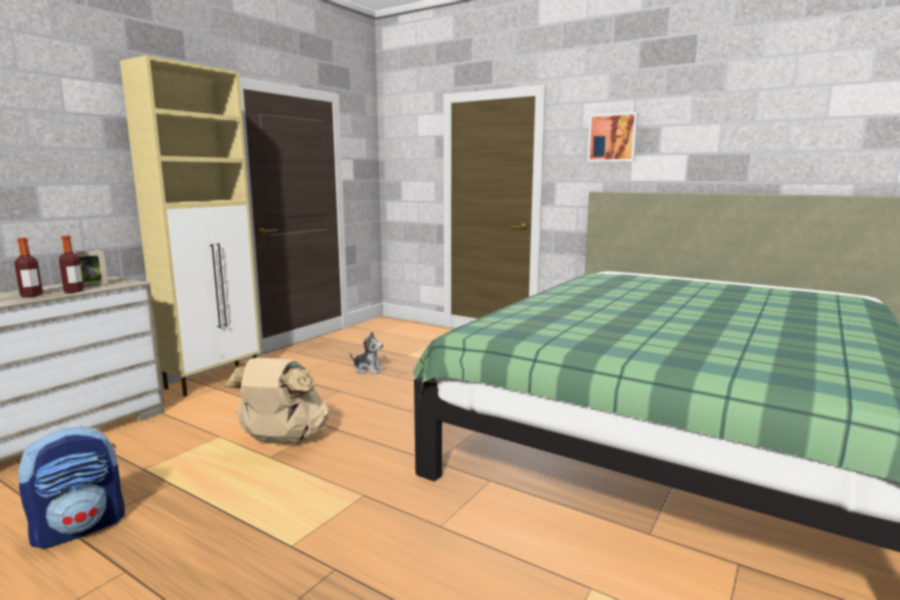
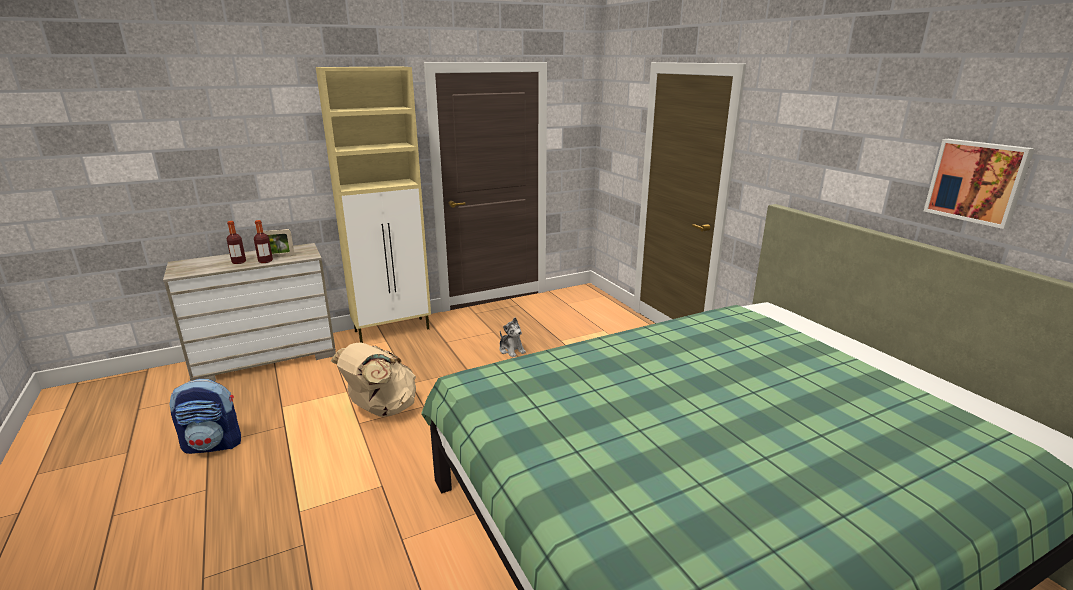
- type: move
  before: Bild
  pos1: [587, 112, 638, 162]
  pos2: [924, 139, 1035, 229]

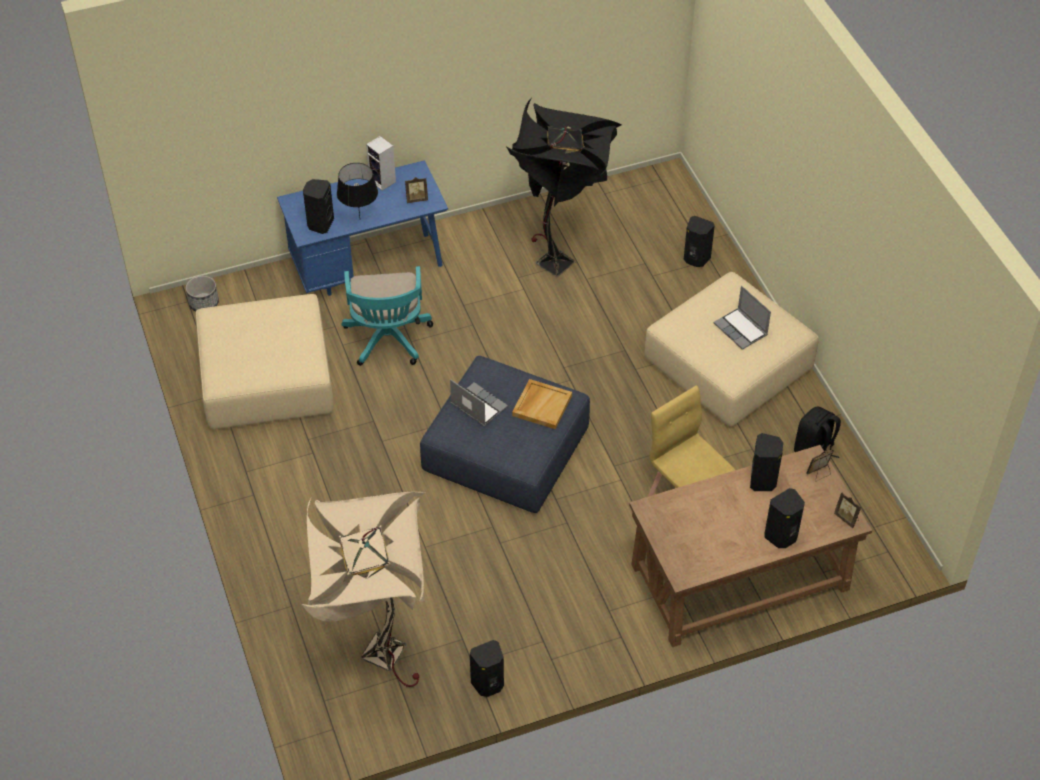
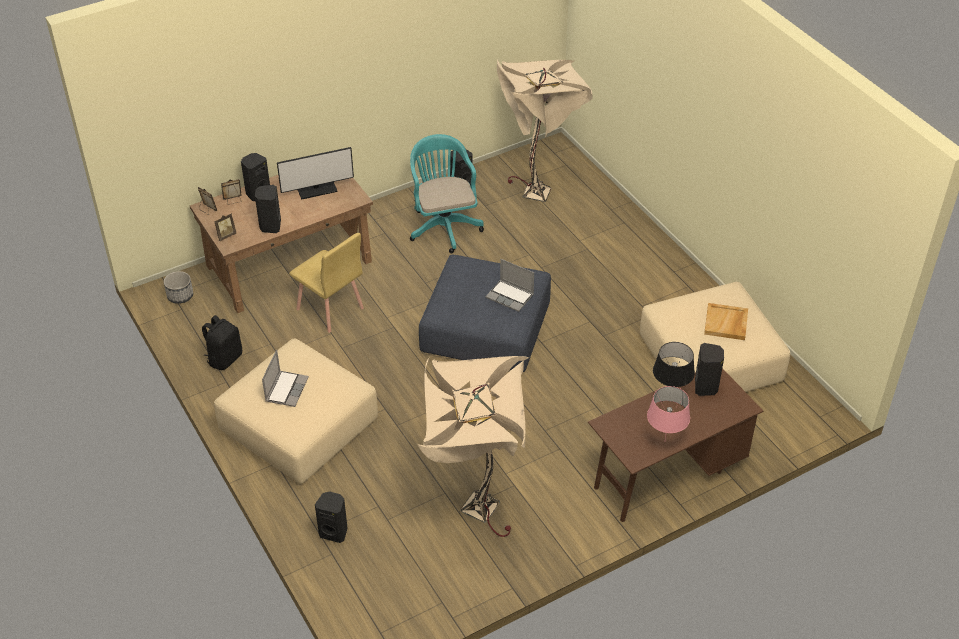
- type: move
  before: Pflanzkübel
  pos1: [186, 276, 219, 311]
  pos2: [164, 271, 193, 304]
- type: recolor
  before: Schreibtisch (blau)
  after: Schreibtisch (braun)
  pos1: [277, 160, 448, 296]
  pos2: [588, 368, 763, 522]
- type: move
  before: Bürostuhl (türkis)
  pos1: [342, 266, 433, 366]
  pos2: [410, 134, 484, 253]
- type: replace
  before: Lautsprecher
  after: Tischlampe (rosa)
  pos1: [366, 136, 396, 190]
  pos2: [647, 386, 690, 440]
- type: move
  before: Bilderrahmen
  pos1: [405, 177, 428, 203]
  pos2: [221, 179, 242, 205]
- type: recolor
  before: Stehlampe (schwarz)
  after: Stehlampe (beige)
  pos1: [507, 98, 622, 276]
  pos2: [417, 356, 529, 537]
- type: move
  before: Tablett (beige)
  pos1: [512, 379, 572, 429]
  pos2: [704, 303, 748, 340]
- type: rotate
  before: Laptop
  pos1: [714, 286, 771, 350]
  pos2: [262, 350, 309, 407]
  turn: 60
- type: insert
  after: Monitor
  pos2: [277, 147, 354, 200]

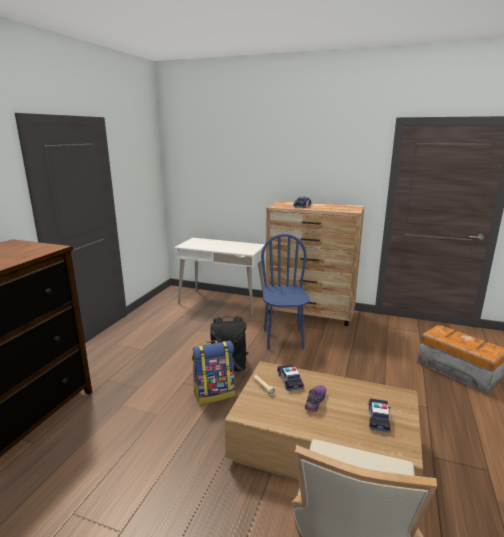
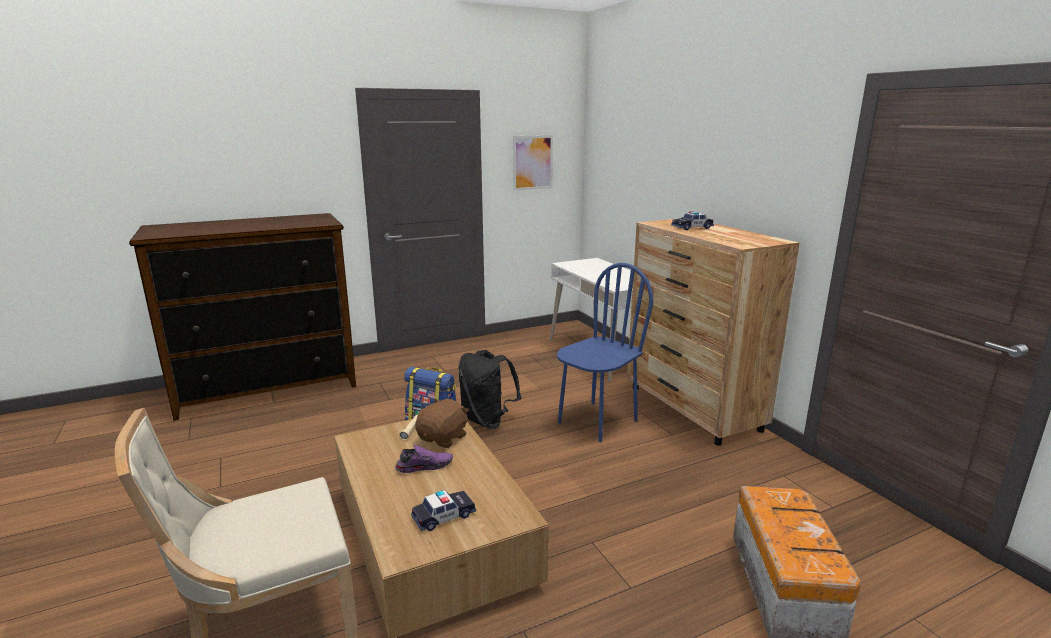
- type: replace
  before: Spielzeugauto
  after: Plüschtier (braun)
  pos1: [277, 364, 304, 391]
  pos2: [415, 399, 469, 448]
- type: insert
  after: Bild
  pos2: [513, 135, 553, 190]

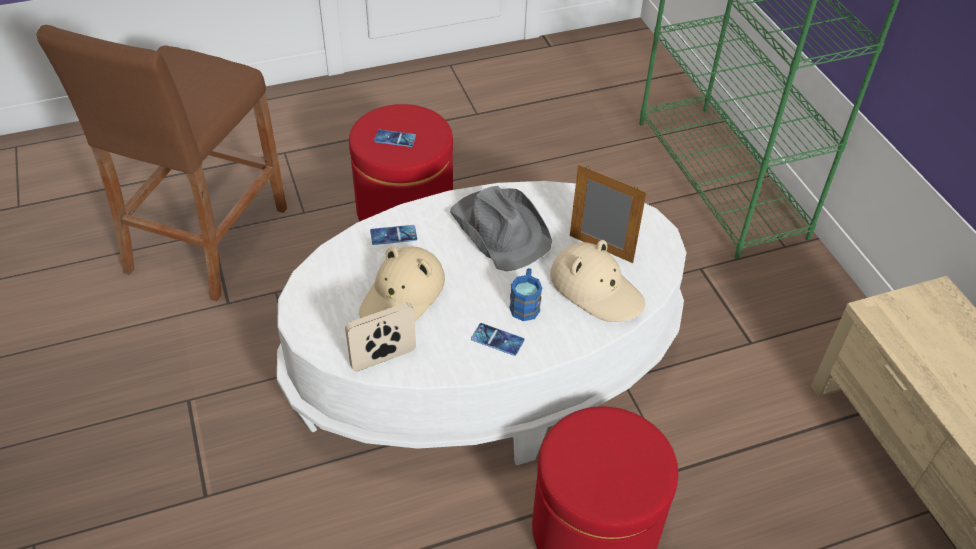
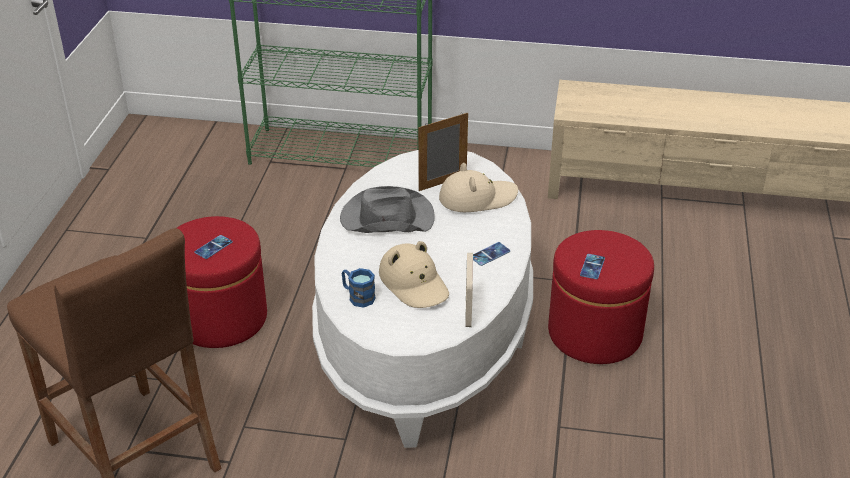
- type: move
  before: Handy
  pos1: [370, 225, 417, 245]
  pos2: [580, 254, 605, 279]
- type: move
  before: Henkelbecher (blau)
  pos1: [509, 268, 542, 321]
  pos2: [342, 268, 376, 308]

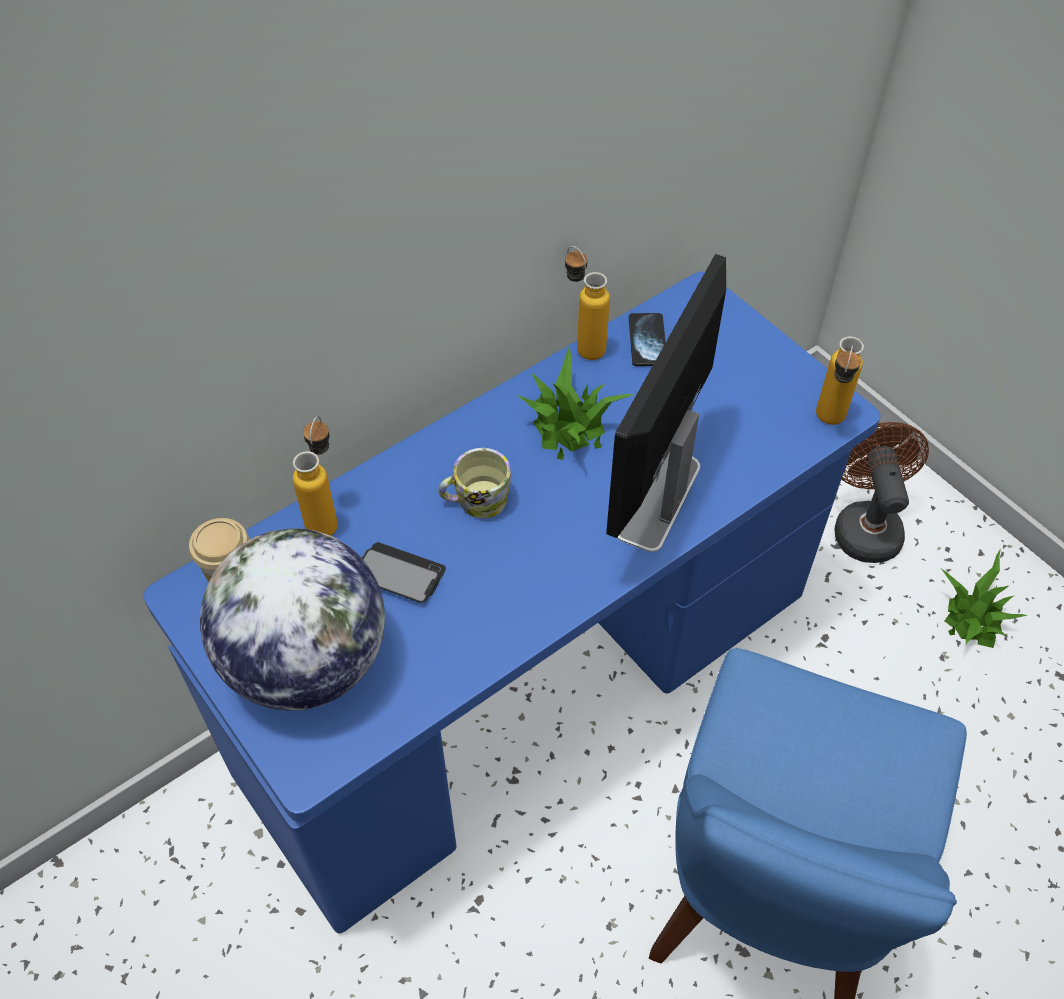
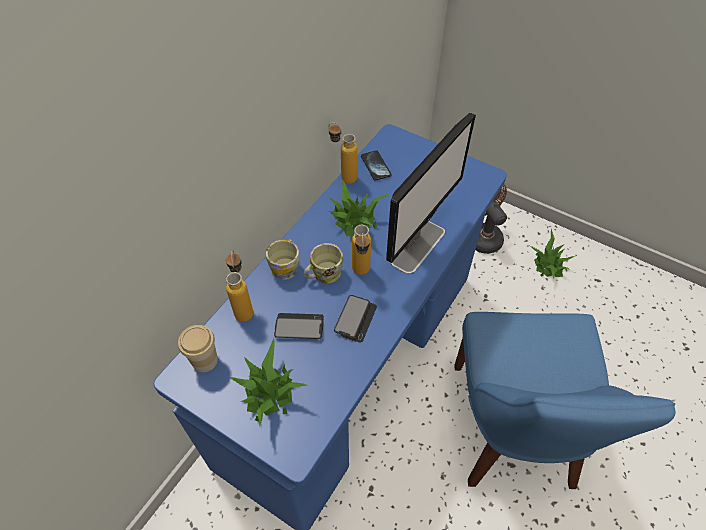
- type: replace
  before: Globus
  after: Topfpflanze
  pos1: [200, 528, 385, 711]
  pos2: [228, 338, 308, 427]
- type: rotate
  before: Monitor
  pos1: [606, 254, 726, 552]
  pos2: [386, 113, 476, 274]
  turn: -150
- type: move
  before: Flasche
  pos1: [816, 336, 864, 425]
  pos2: [352, 225, 371, 275]
- type: insert
  after: Henkelbecher
  pos2: [266, 239, 300, 280]
- type: insert
  after: Handy
  pos2: [334, 295, 377, 343]

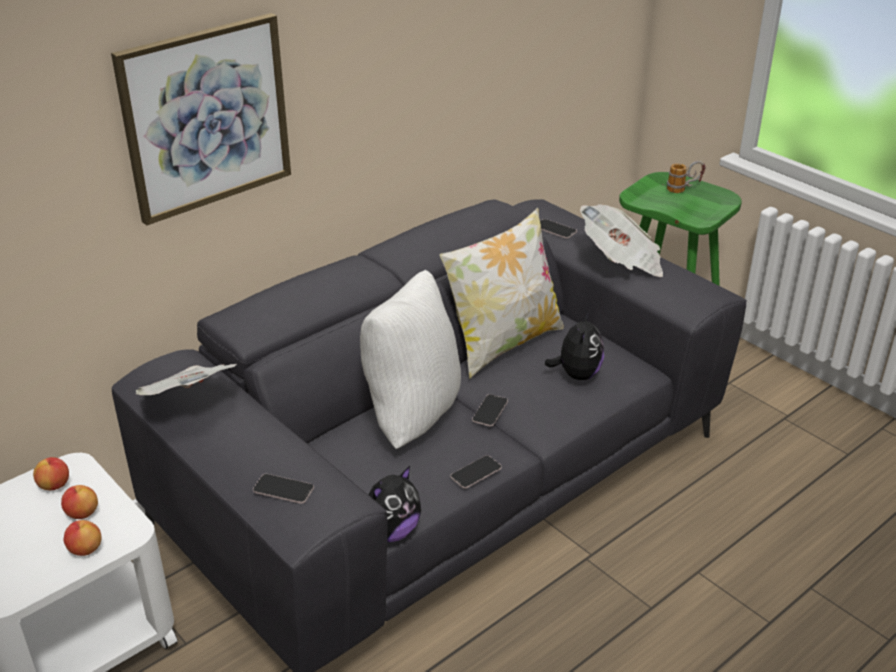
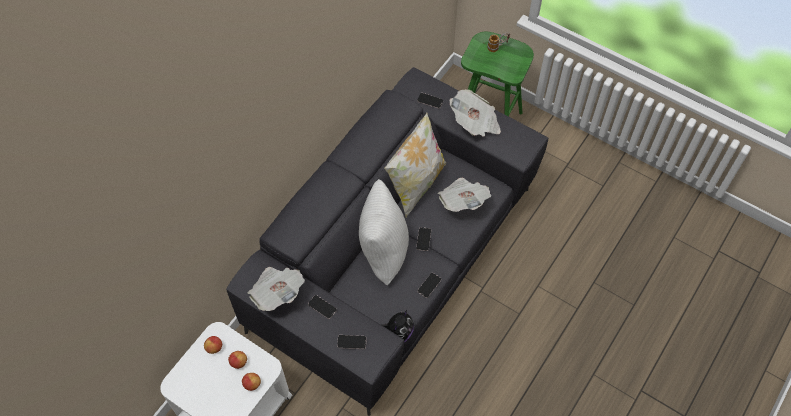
- type: delete
  before: Bild
  pos1: [111, 13, 291, 225]
- type: replace
  before: Plüschtier
  after: Zeitung
  pos1: [545, 311, 604, 380]
  pos2: [438, 178, 491, 212]
- type: insert
  after: Handy
  pos2: [308, 295, 337, 319]

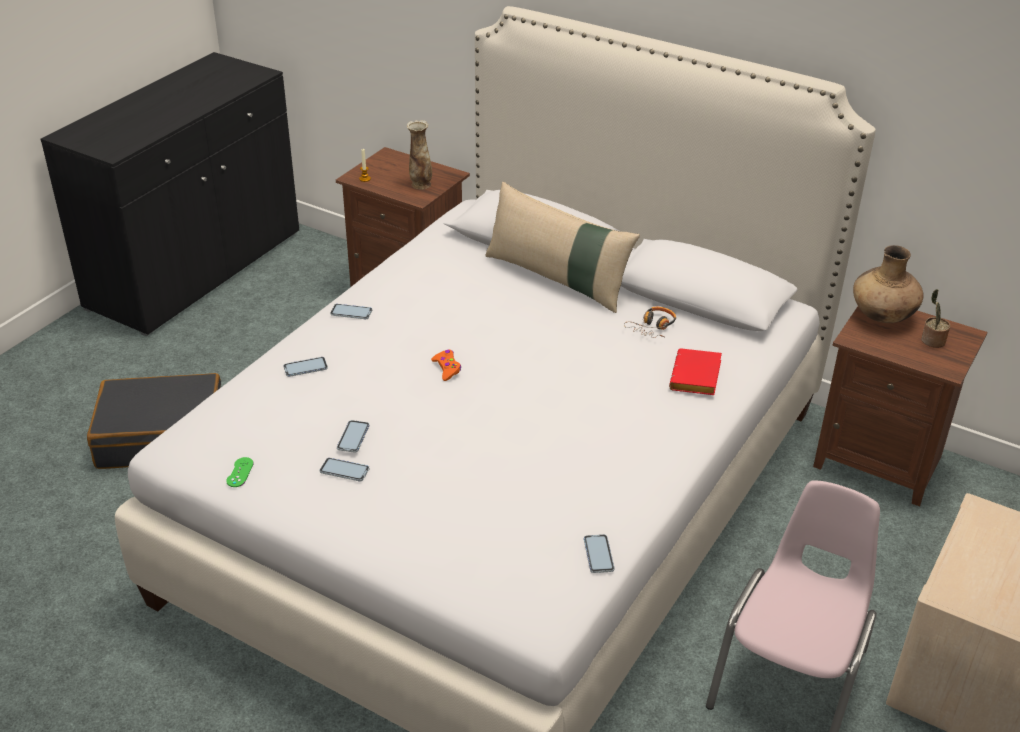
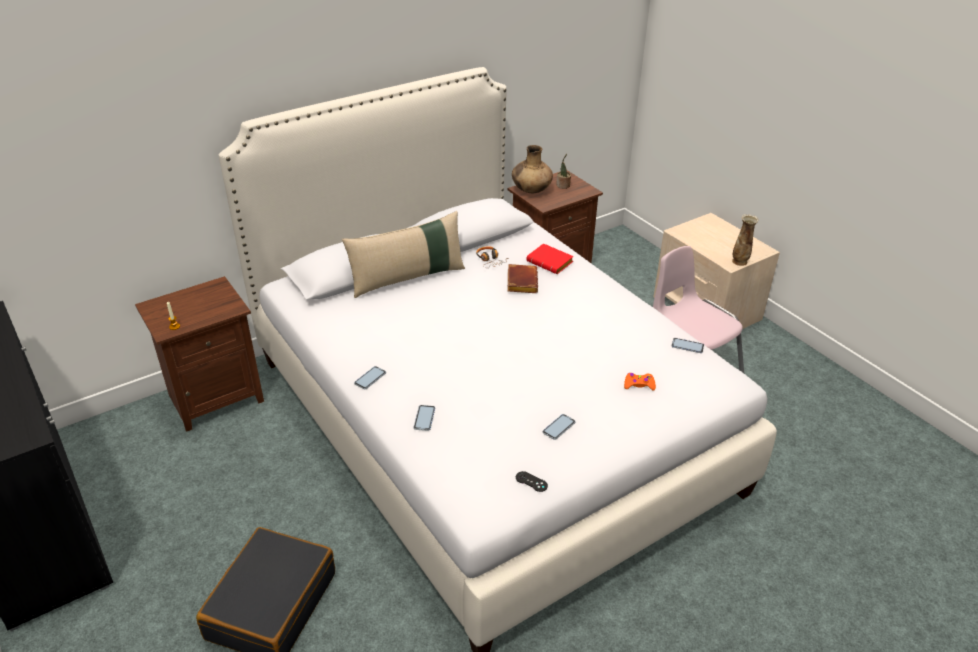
- type: recolor
  before: Gamepad (grün)
  after: Gamepad (schwarz)
  pos1: [226, 457, 254, 487]
  pos2: [516, 471, 548, 492]
- type: delete
  before: Handy
  pos1: [337, 420, 369, 453]
- type: move
  before: Vase
  pos1: [407, 120, 432, 189]
  pos2: [732, 214, 759, 266]
- type: move
  before: Gamepad (orange)
  pos1: [431, 350, 461, 381]
  pos2: [624, 373, 656, 390]
- type: insert
  after: Buch (braun)
  pos2: [508, 264, 538, 293]

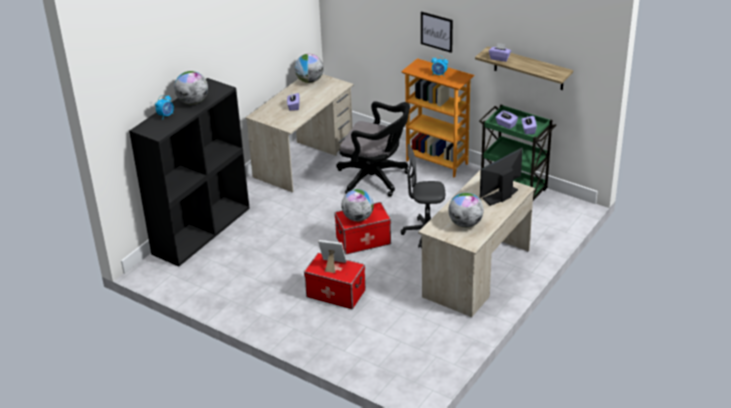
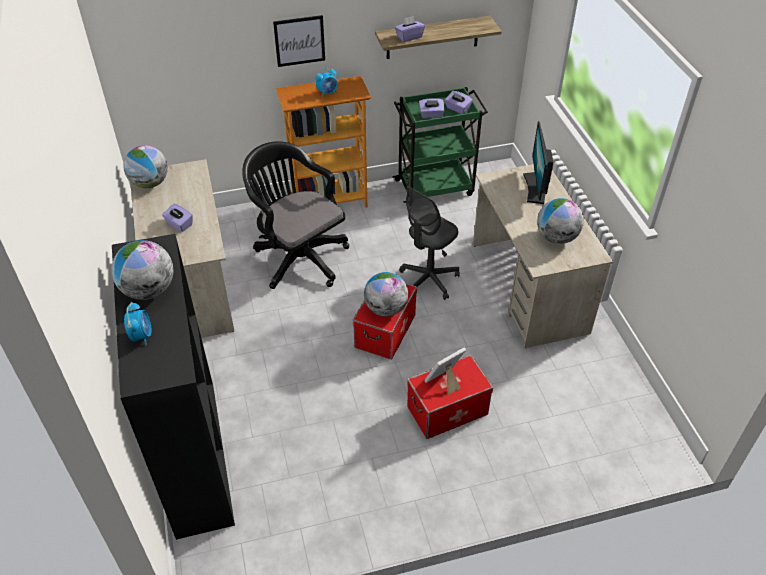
- type: rotate
  before: Bürostuhl (schwarz)
  pos1: [336, 101, 410, 197]
  pos2: [242, 141, 349, 289]
  turn: -105

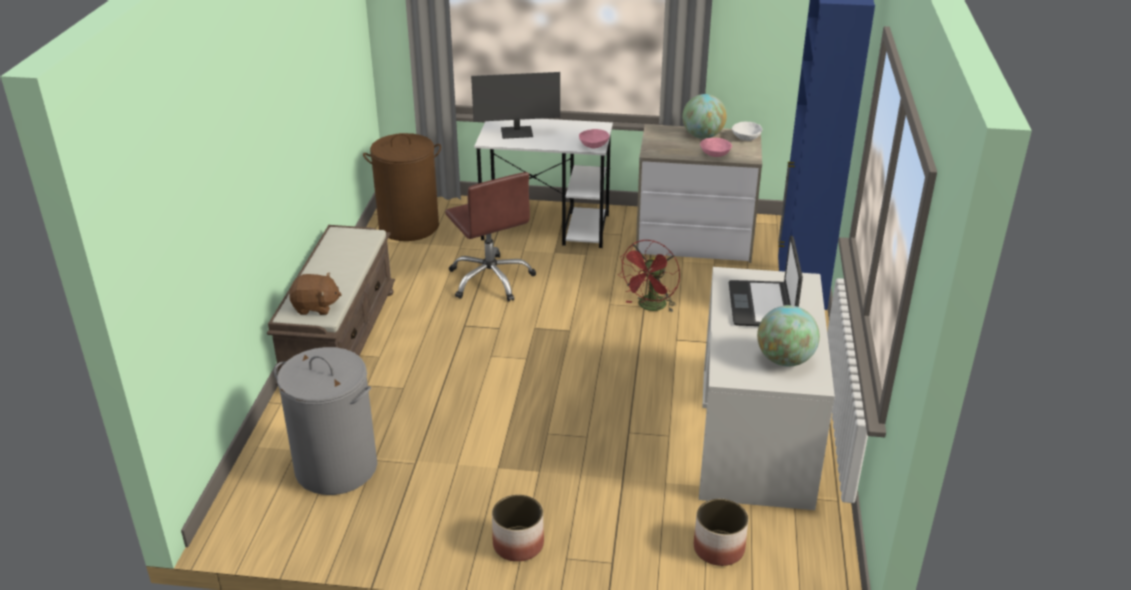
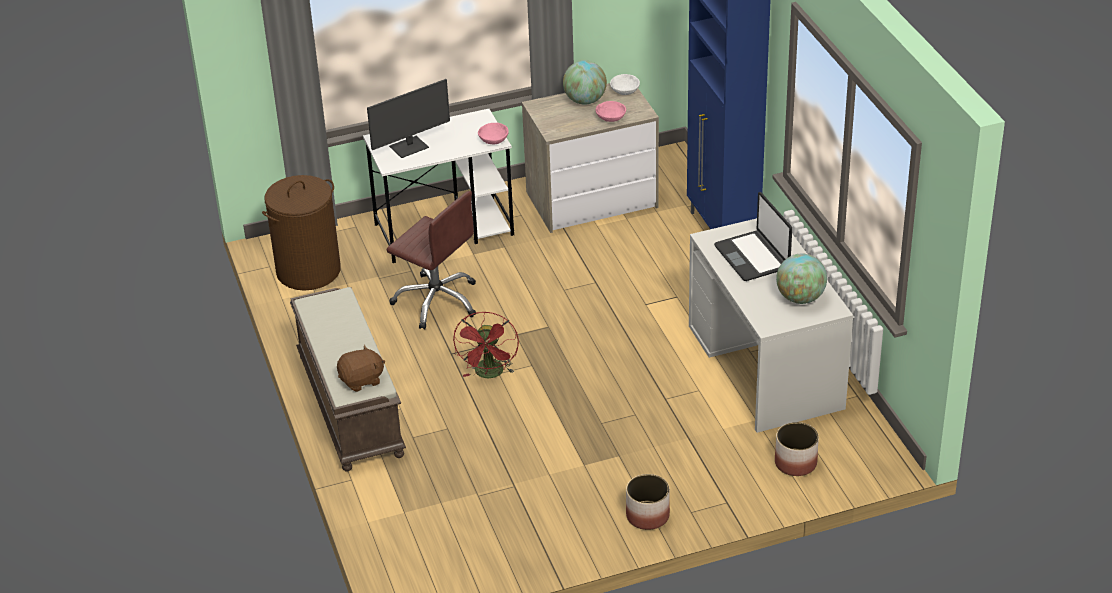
- type: delete
  before: Wäschekorb (grau)
  pos1: [274, 347, 377, 495]
- type: move
  before: Ventilator (rot)
  pos1: [619, 240, 680, 312]
  pos2: [453, 312, 519, 378]

